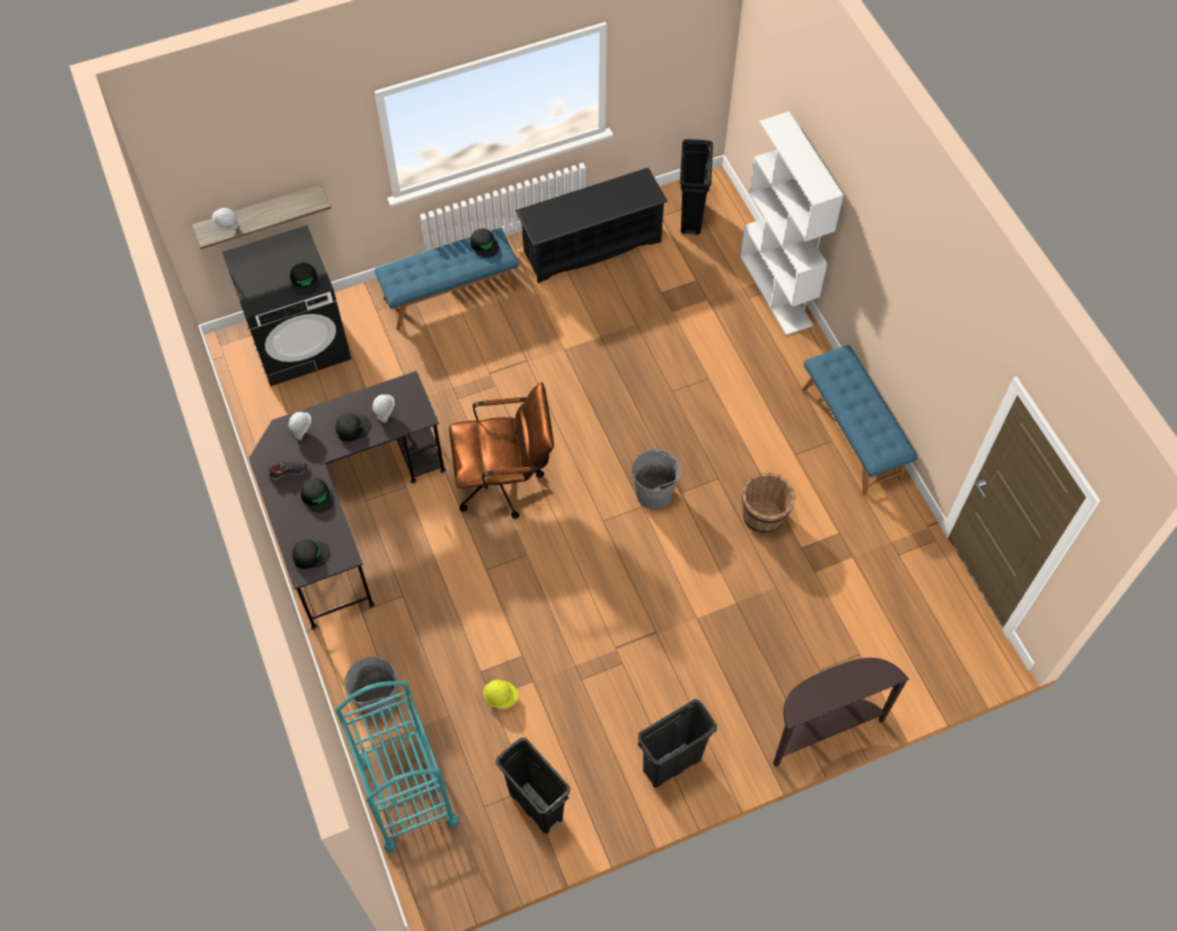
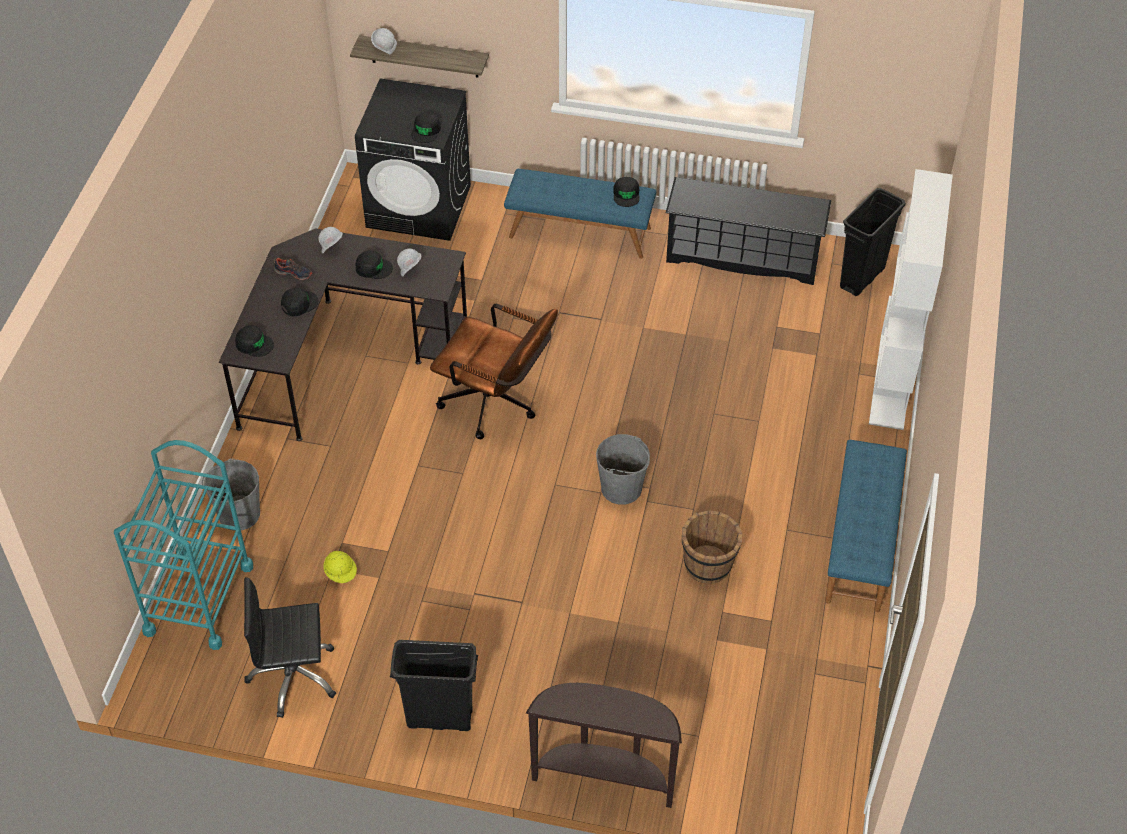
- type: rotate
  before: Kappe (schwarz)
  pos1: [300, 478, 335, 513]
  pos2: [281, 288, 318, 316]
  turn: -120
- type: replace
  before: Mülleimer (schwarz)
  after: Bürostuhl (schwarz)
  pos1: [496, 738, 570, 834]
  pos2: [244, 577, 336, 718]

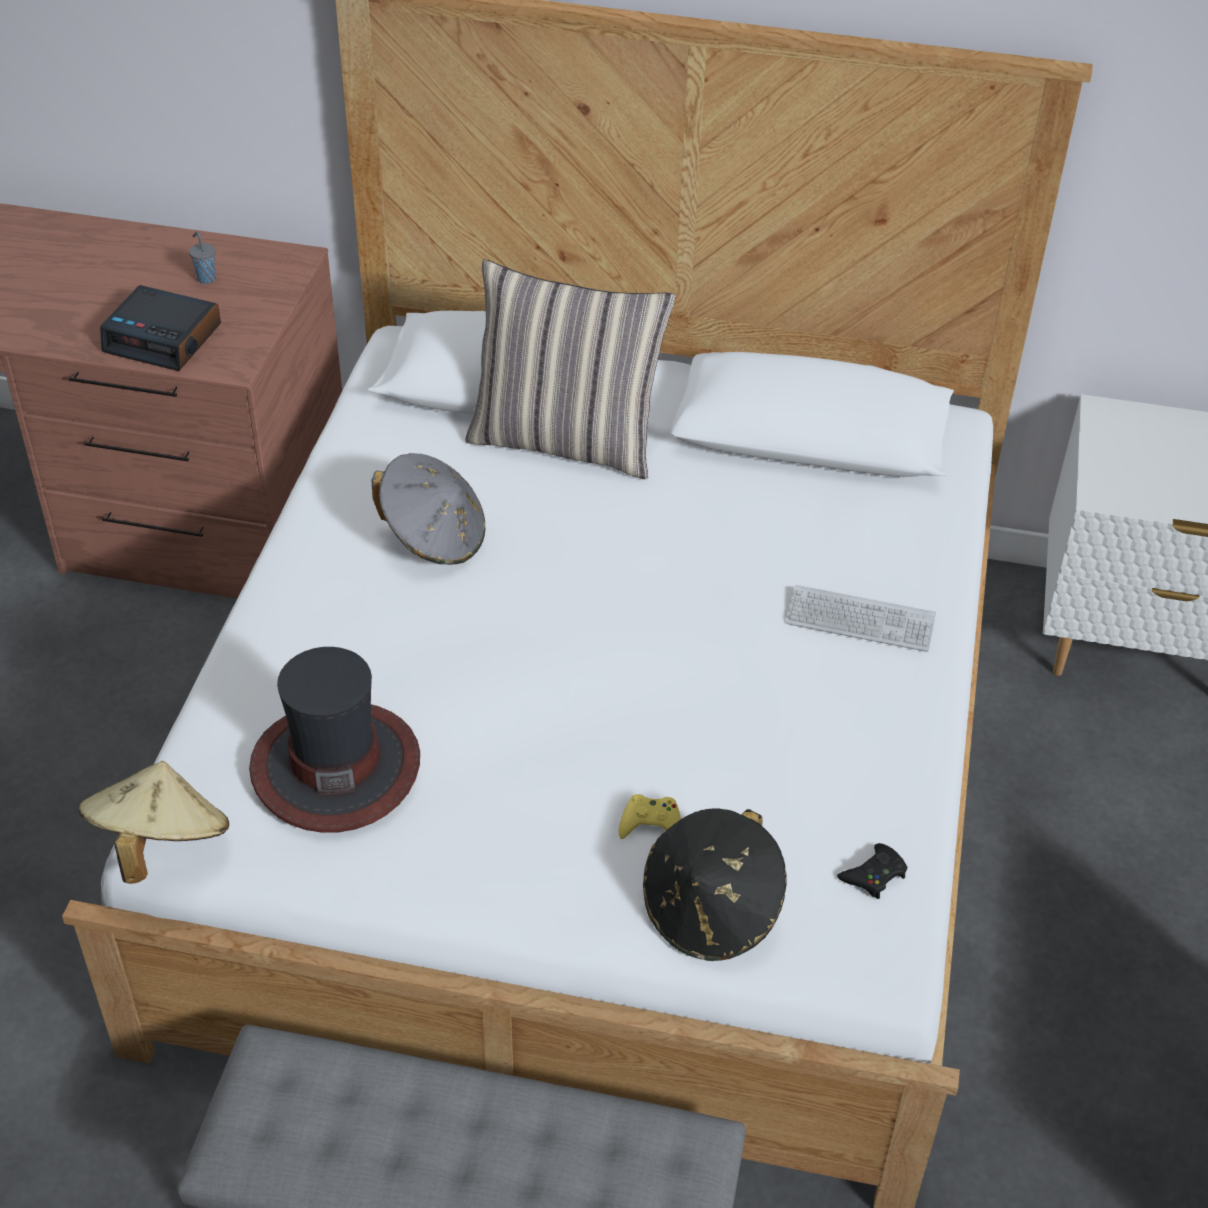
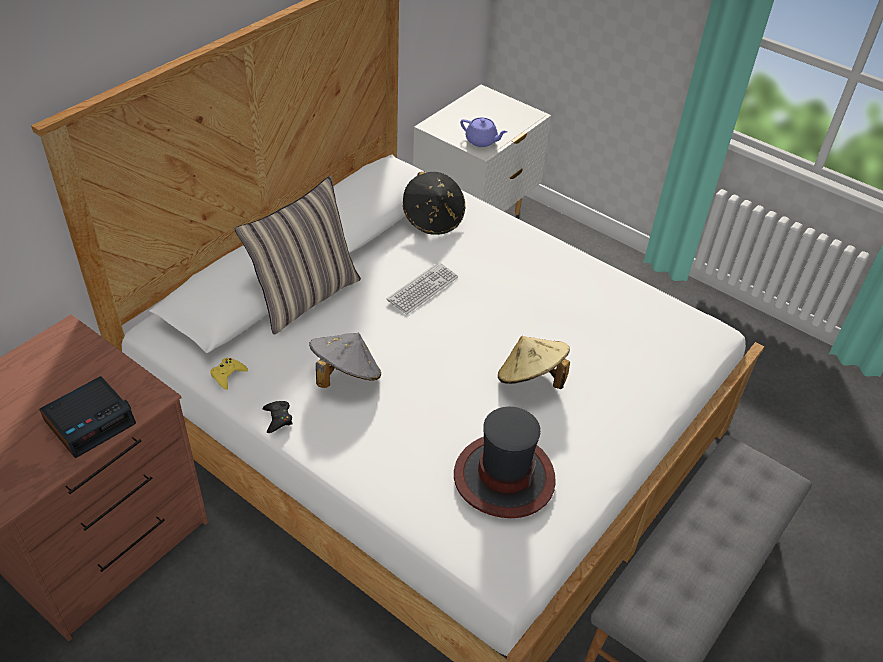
- type: move
  before: Hut (beige)
  pos1: [79, 761, 229, 884]
  pos2: [498, 336, 570, 389]
- type: delete
  before: Tasse (grau)
  pos1: [189, 232, 216, 284]
- type: move
  before: Gamepad (gelb)
  pos1: [619, 794, 681, 839]
  pos2: [210, 358, 248, 390]
- type: move
  before: Hut (schwarz)
  pos1: [643, 808, 786, 961]
  pos2: [403, 171, 465, 235]
- type: move
  before: Tastatur
  pos1: [786, 585, 936, 652]
  pos2: [387, 262, 458, 315]
- type: move
  before: Gamepad (schwarz)
  pos1: [837, 843, 907, 899]
  pos2: [263, 401, 293, 433]
- type: insert
  after: Teekanne (lila)
  pos2: [460, 118, 507, 147]

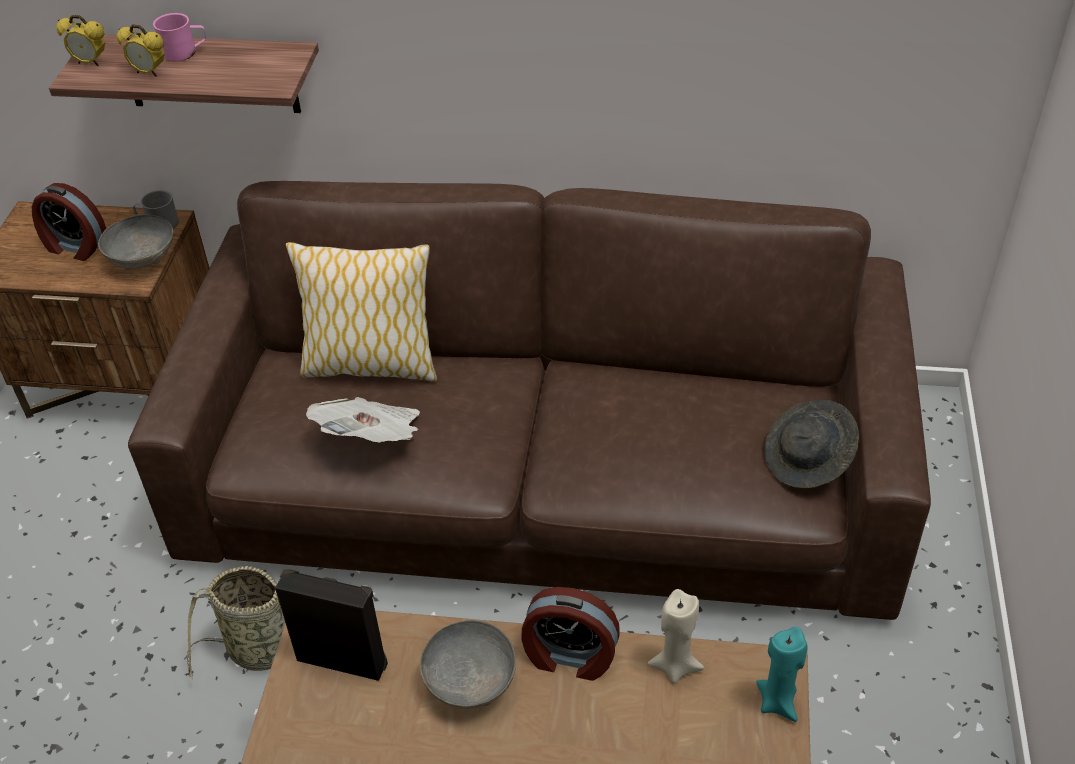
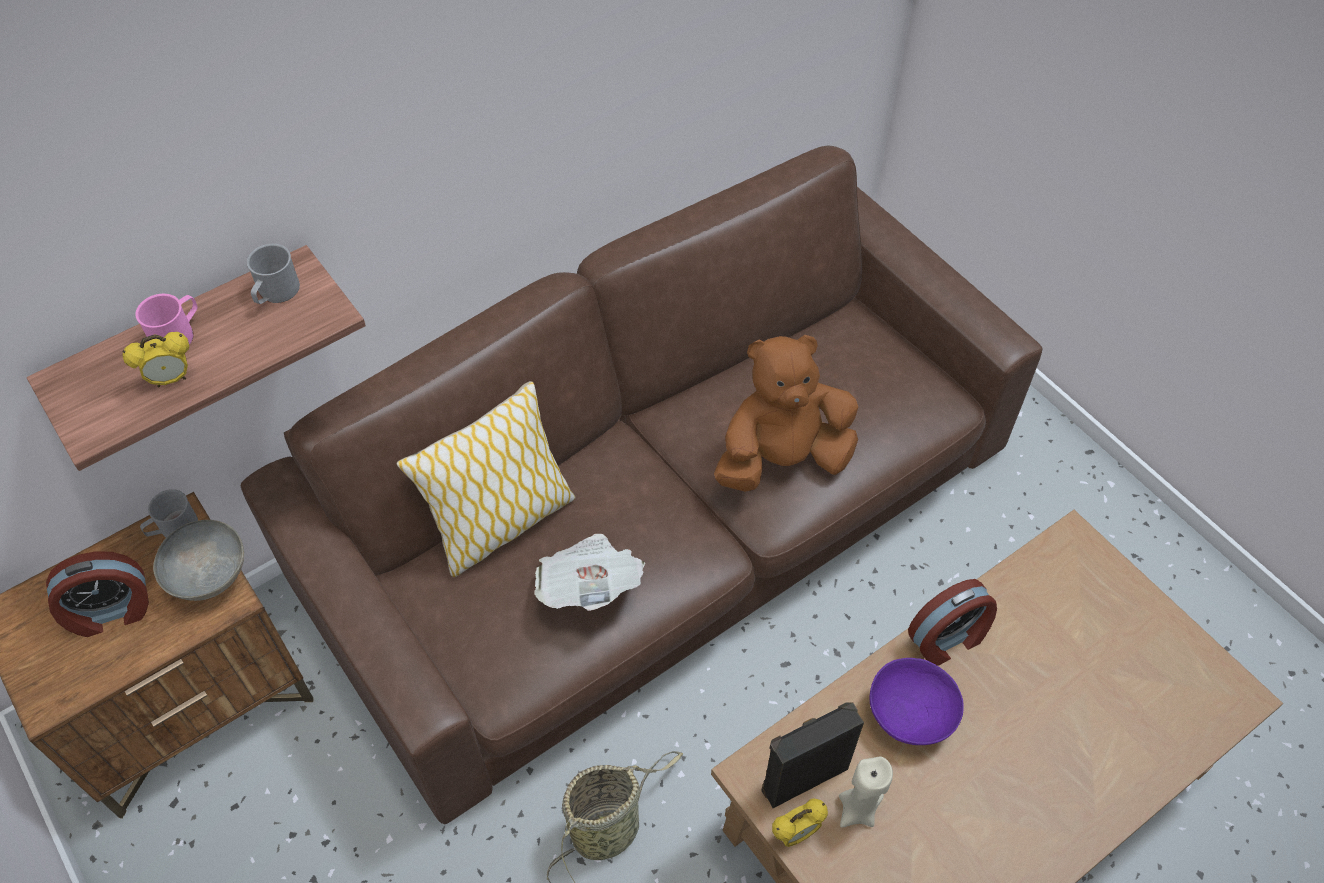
- type: move
  before: Wecker
  pos1: [56, 15, 105, 66]
  pos2: [772, 799, 828, 847]
- type: recolor
  before: Schüssel (grau)
  after: Schüssel (lila)
  pos1: [420, 620, 516, 709]
  pos2: [869, 658, 964, 745]
- type: move
  before: Kerze (beige)
  pos1: [648, 589, 704, 684]
  pos2: [839, 757, 893, 828]
- type: delete
  before: Kerze (türkis)
  pos1: [756, 627, 807, 722]
- type: delete
  before: Hut (grau)
  pos1: [764, 400, 859, 488]
- type: insert
  after: Henkelbecher (grau)
  pos2: [247, 244, 300, 304]
- type: insert
  after: Plüschtier (braun)
  pos2: [714, 335, 858, 492]

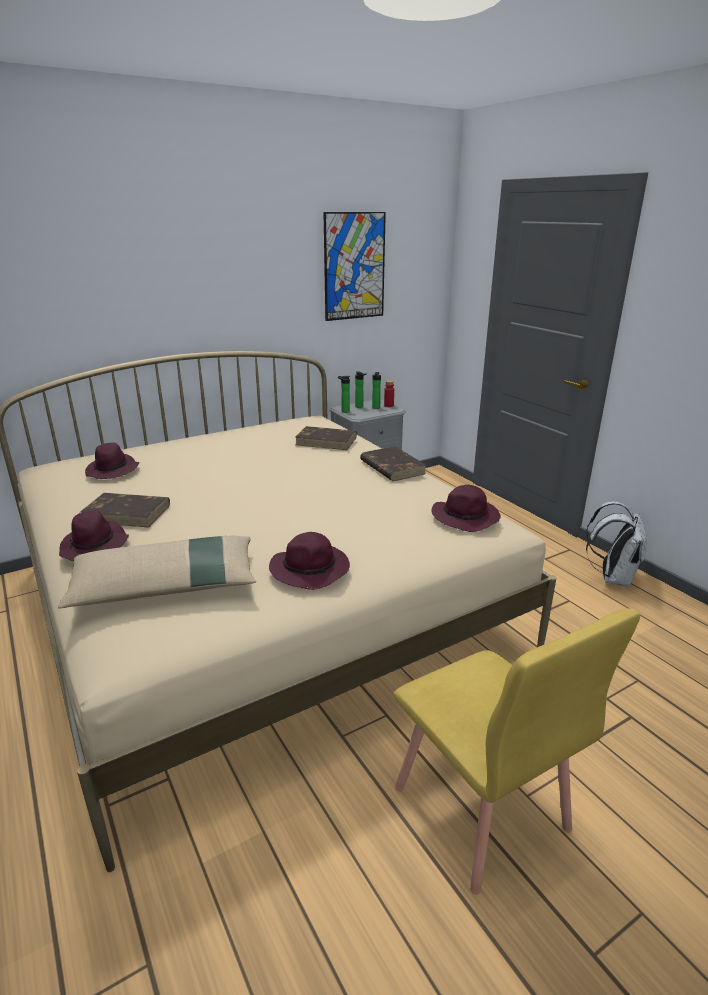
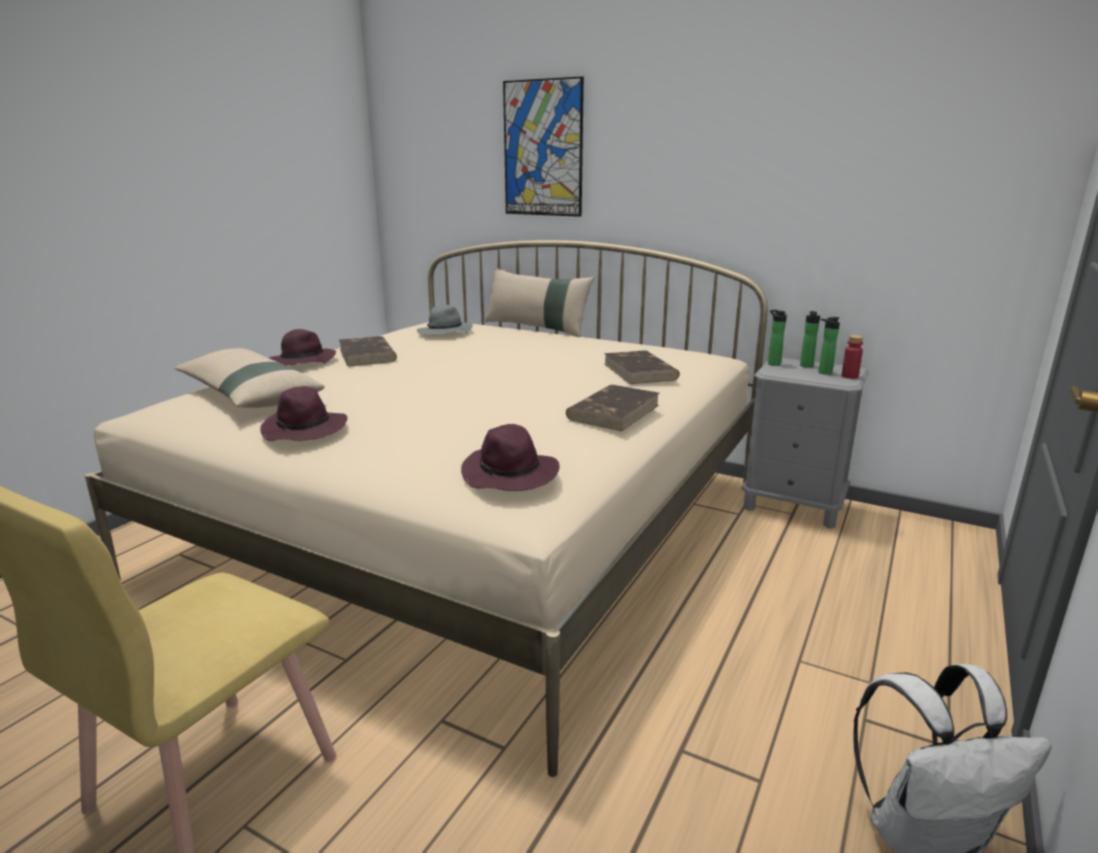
- type: recolor
  before: Hut (lila)
  after: Hut (grau)
  pos1: [85, 443, 139, 479]
  pos2: [417, 304, 473, 335]
- type: move
  before: Bild
  pos1: [323, 212, 386, 321]
  pos2: [503, 76, 584, 217]
- type: insert
  after: Kissen (beige)
  pos2: [485, 267, 594, 337]

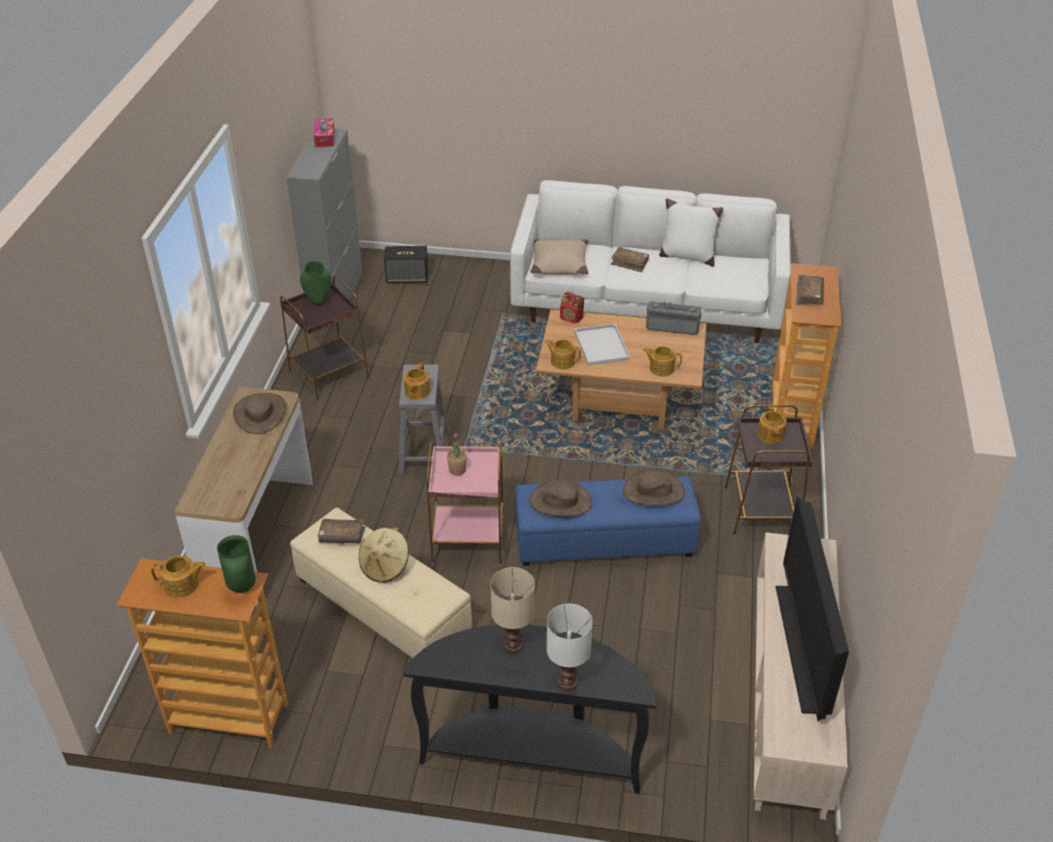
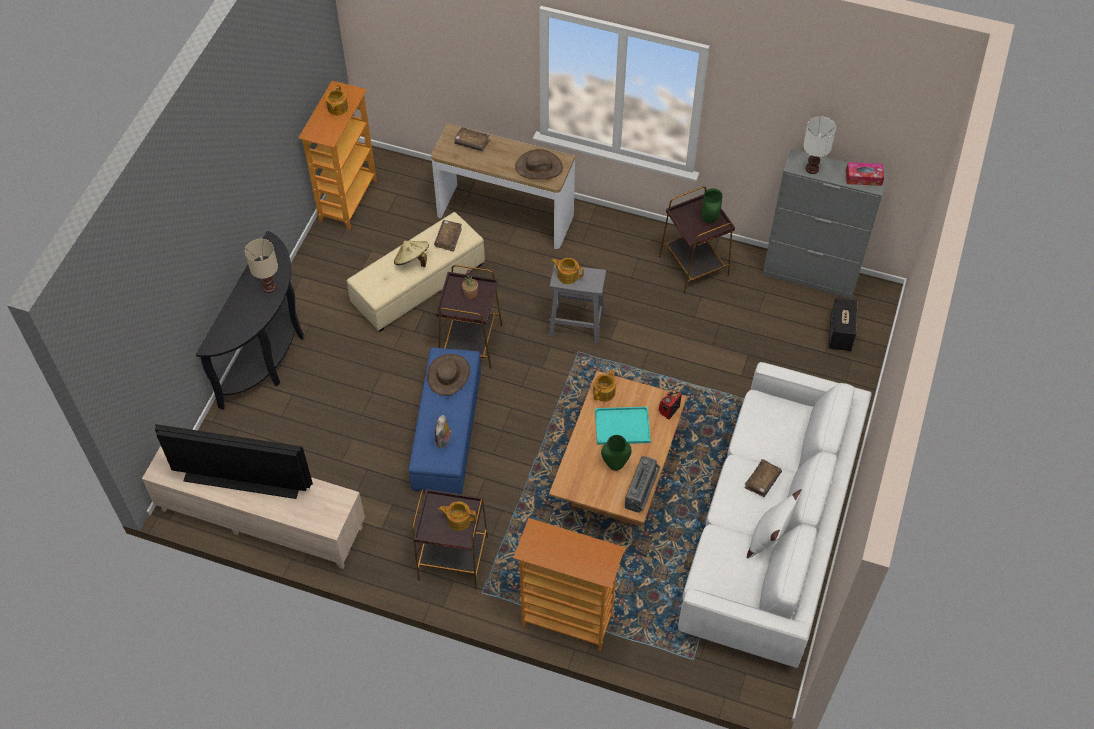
- type: move
  before: Vase (grün)
  pos1: [217, 535, 256, 593]
  pos2: [601, 435, 632, 471]
- type: recolor
  before: Beistelltisch (rosa)
  after: Beistelltisch (braun)
  pos1: [426, 442, 503, 566]
  pos2: [436, 265, 502, 369]
- type: delete
  before: Kissen (beige)
  pos1: [531, 239, 588, 275]
- type: move
  before: Tischlampe (weiß)
  pos1: [547, 604, 593, 691]
  pos2: [803, 116, 836, 174]
- type: recolor
  before: Tablett (weiß)
  after: Tablett (türkis)
  pos1: [574, 324, 630, 366]
  pos2: [595, 407, 651, 445]
- type: replace
  before: Hut (braun)
  after: Plüschtier
  pos1: [623, 469, 685, 506]
  pos2: [435, 415, 452, 448]
- type: delete
  before: Teekanne
  pos1: [643, 346, 682, 377]
- type: move
  before: Buch (braun)
  pos1: [796, 275, 824, 305]
  pos2: [454, 127, 490, 151]

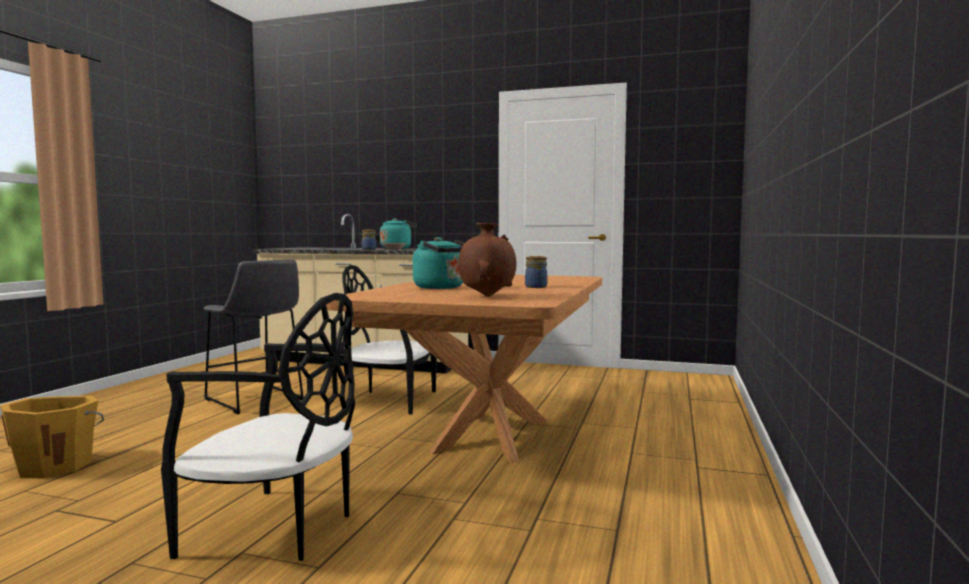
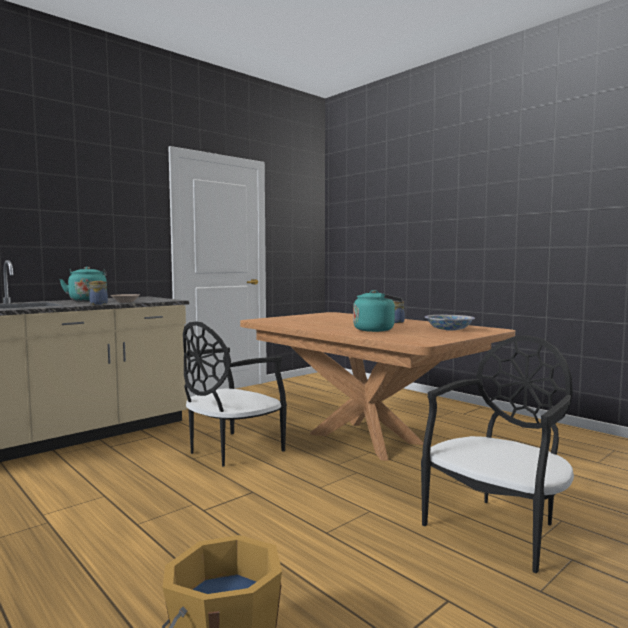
- type: delete
  before: Hocker (grau)
  pos1: [204, 260, 304, 414]
- type: replace
  before: Vase (braun)
  after: Schüssel
  pos1: [458, 223, 517, 297]
  pos2: [425, 315, 475, 331]

